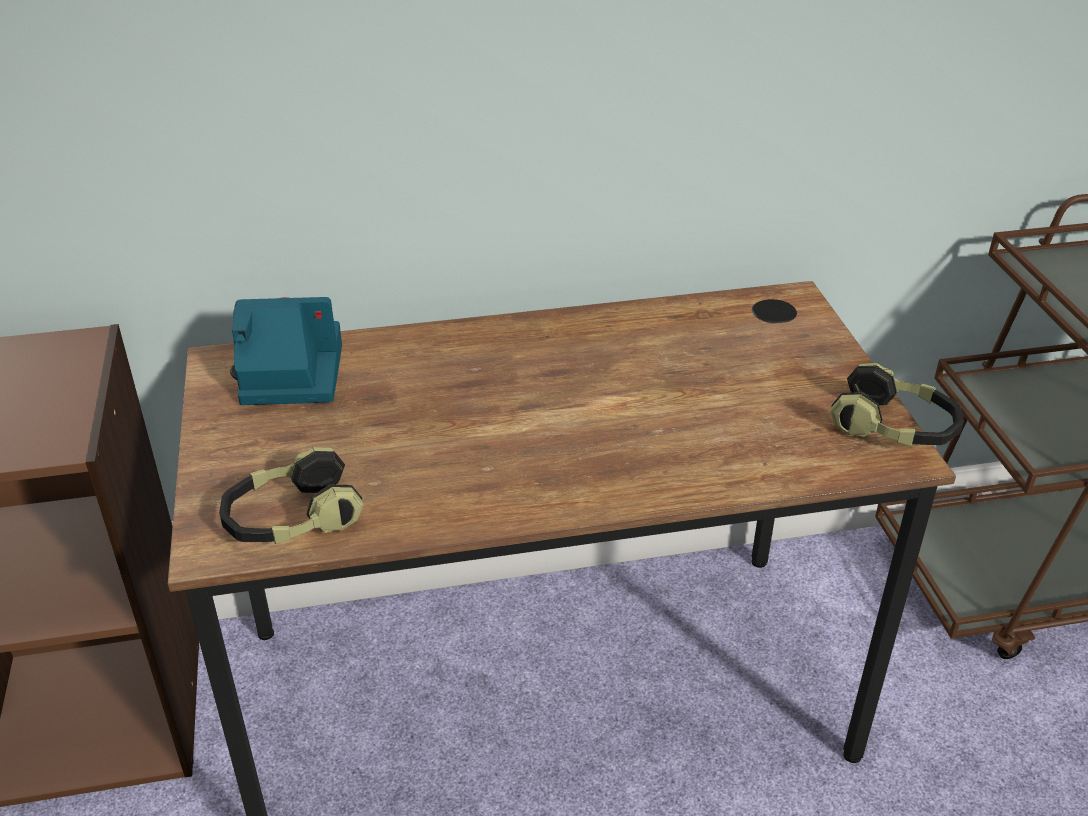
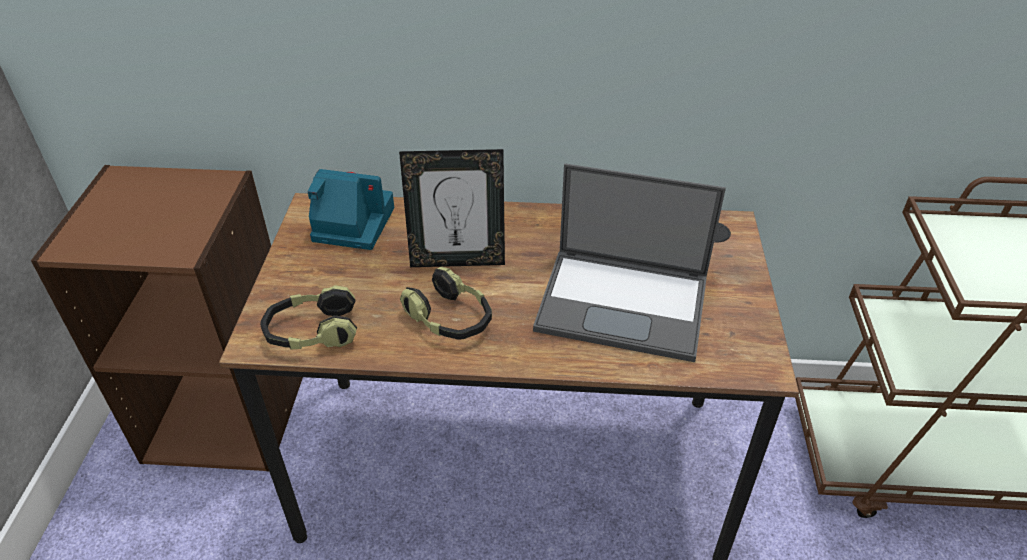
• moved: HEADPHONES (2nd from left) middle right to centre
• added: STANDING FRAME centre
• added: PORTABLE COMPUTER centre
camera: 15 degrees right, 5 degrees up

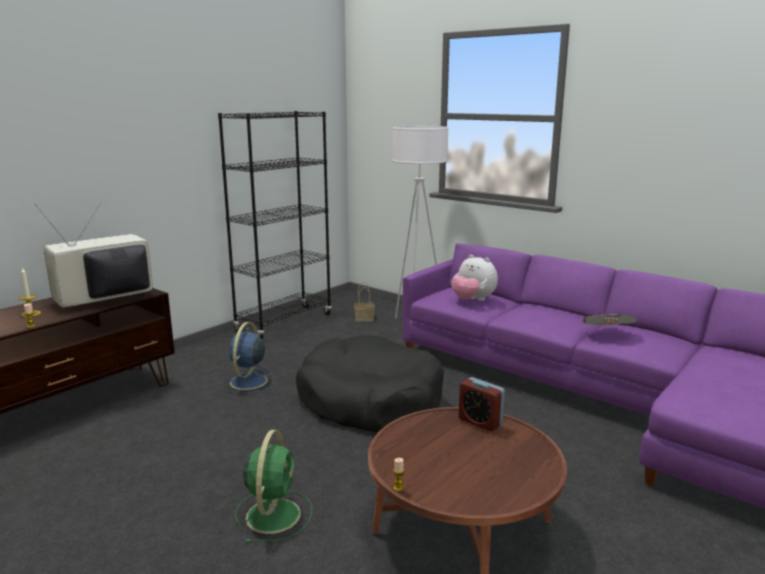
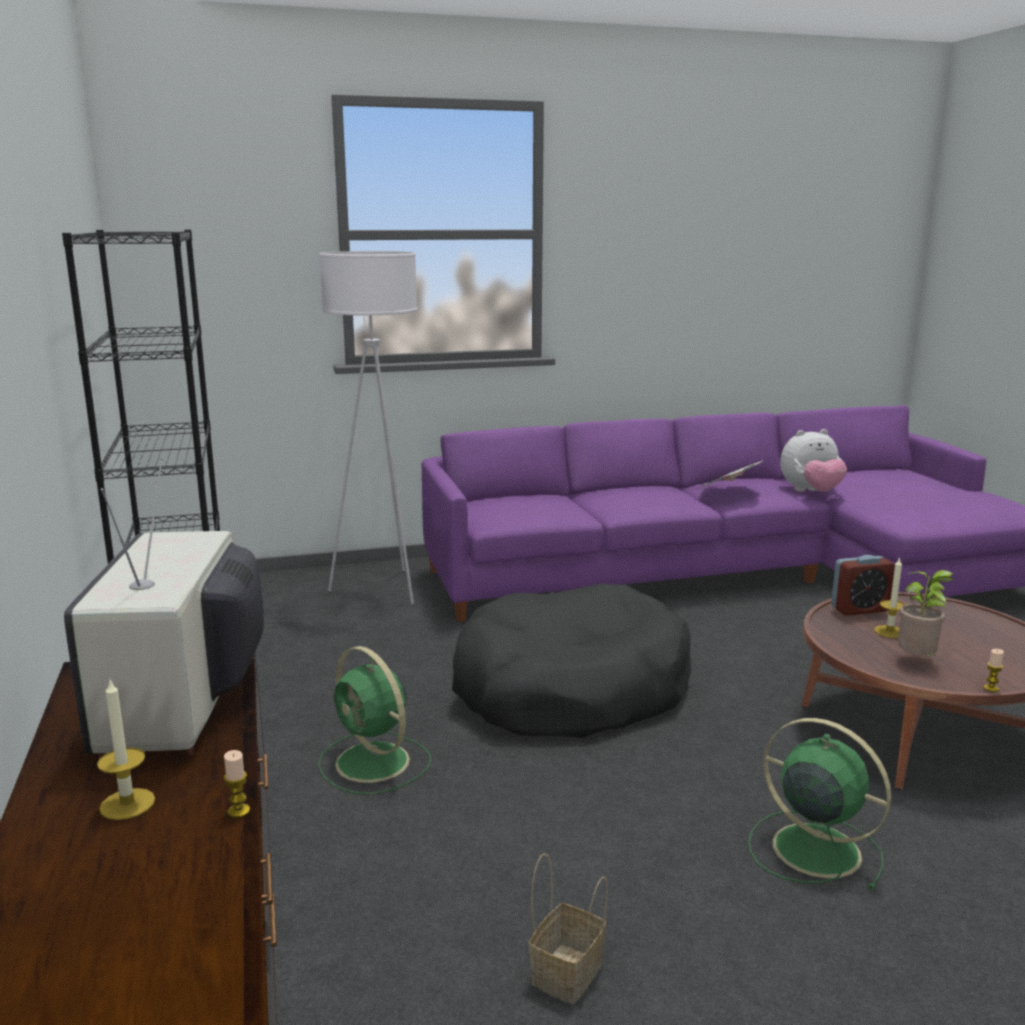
• moved: CUDDLY TOY centre to middle right
• moved: HOUSEHOLD BASKET centre to bottom centre
• recoloured: BLUE-COLOURED COOLING FAN middle left to GREENISH COOLING FAN (1st from left) bottom centre
• added: WAX LIGHT (3rd from left) middle right
• added: POTTED PLANT middle right
camera: 55 degrees left, 0 degrees up

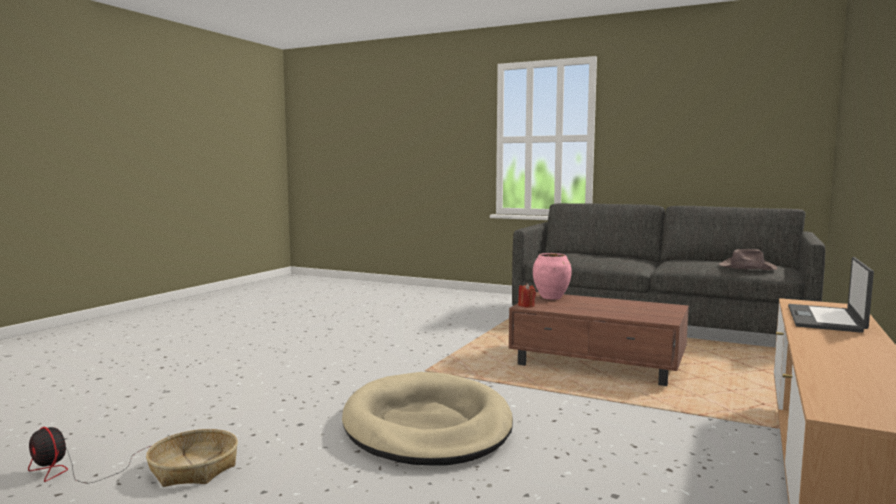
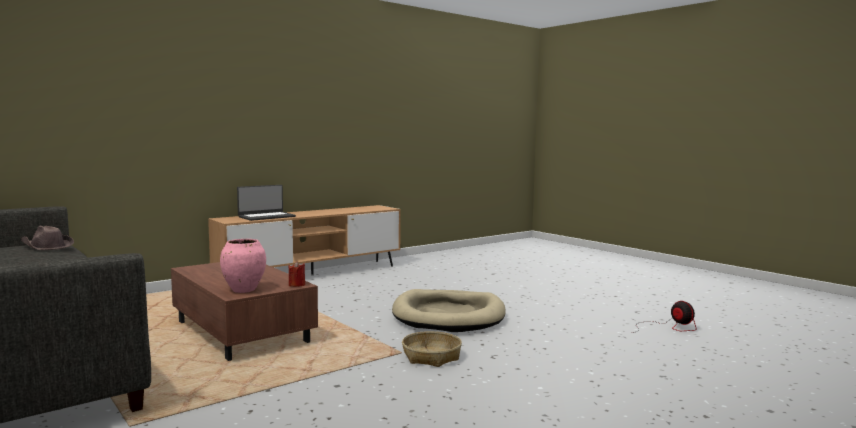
• moved: HOUSEHOLD BASKET bottom left to bottom centre
camera: 155 degrees left, 0 degrees up

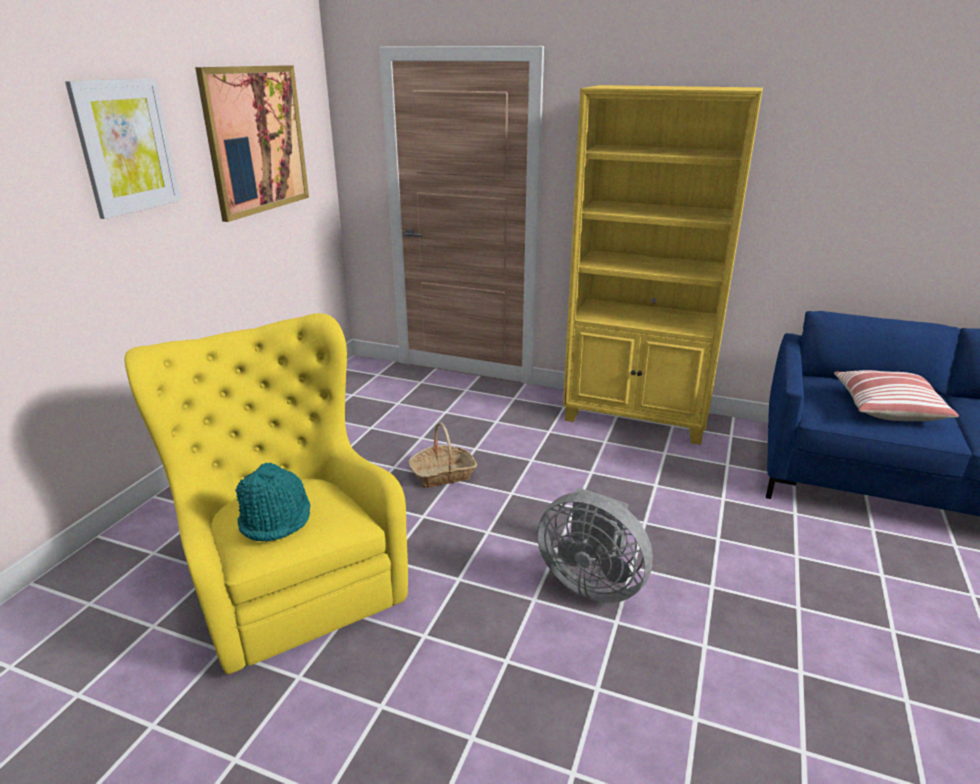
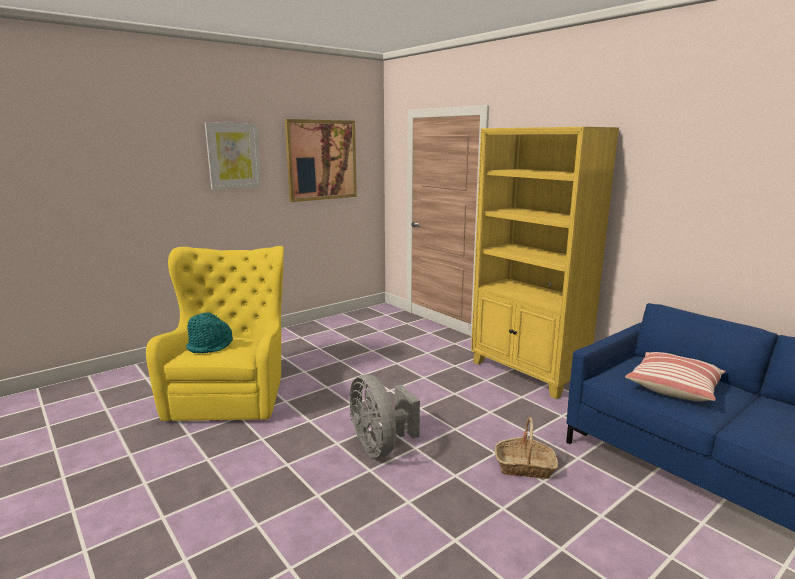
• moved: HOUSEHOLD BASKET centre to bottom centre
camera: 30 degrees right, 10 degrees down

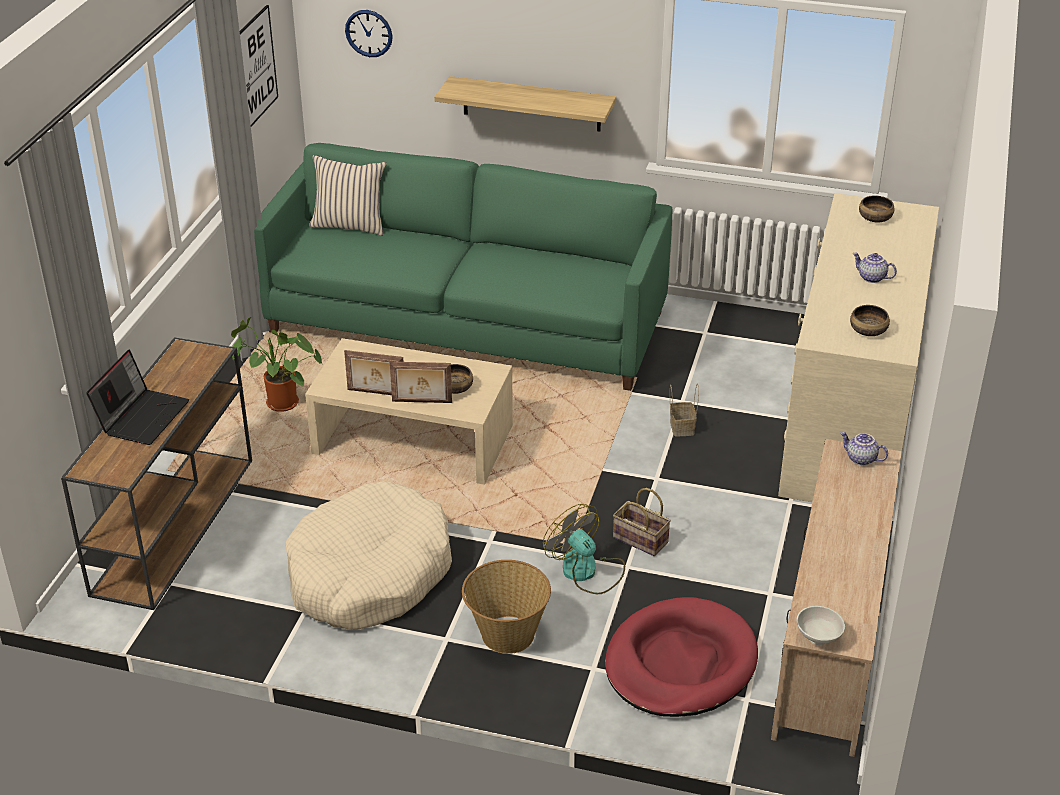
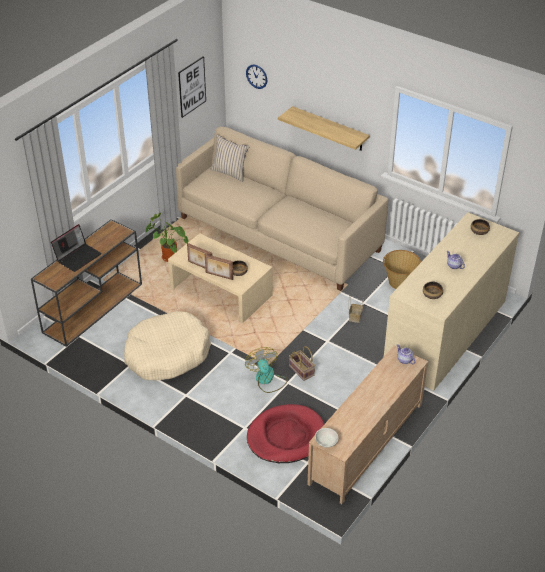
• recoloured: GREENISH SOFA centre to BEIGE SOFA centre
• moved: HOUSEHOLD BASKET (1st from left in the first image) bottom centre to HOUSEHOLD BASKET (3rd from left) middle right
camera: 20 degrees right, 5 degrees up

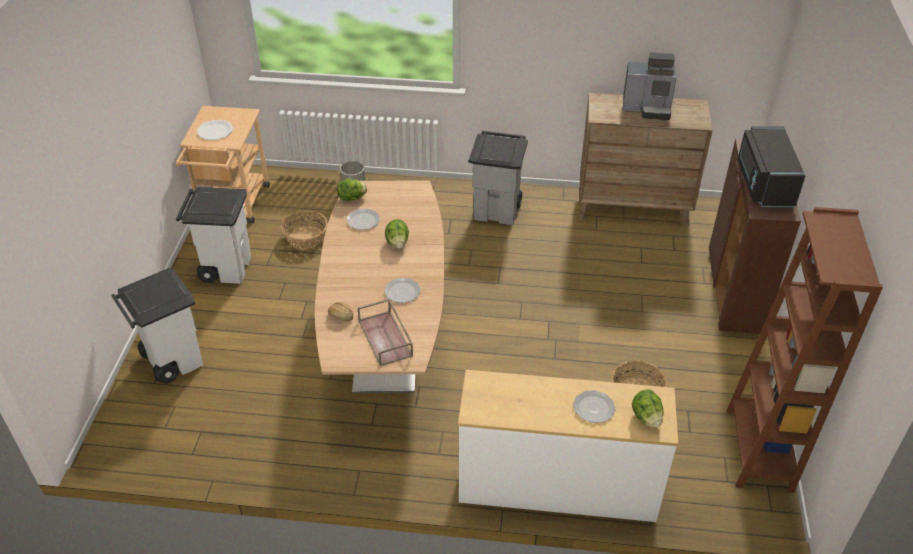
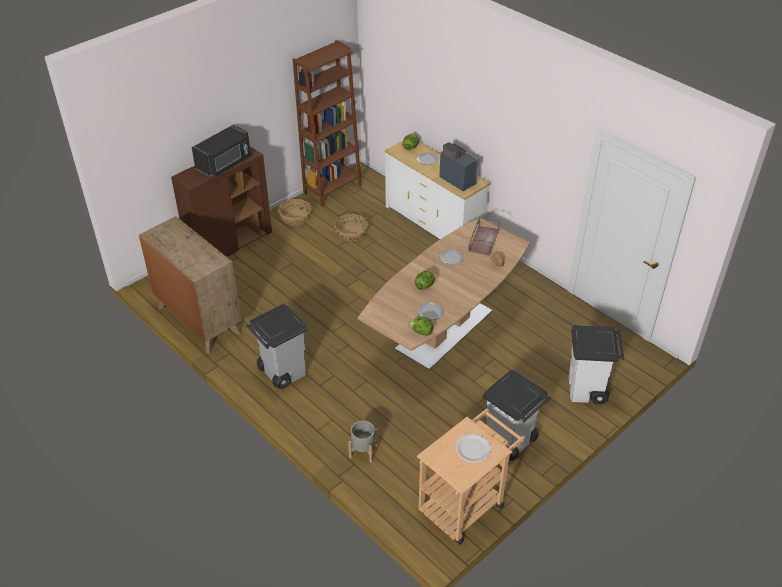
• moved: COFFEE MAKER top right to top centre
• moved: HOUSEHOLD BASKET (1st from left) middle left to centre
camera: 140 degrees left, 0 degrees up

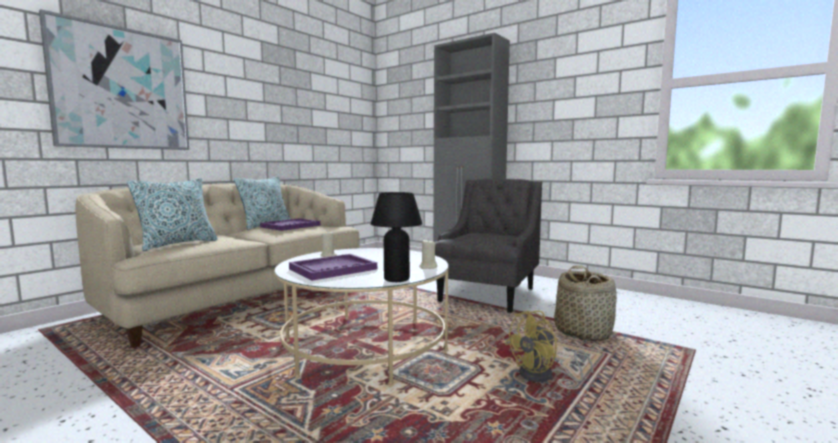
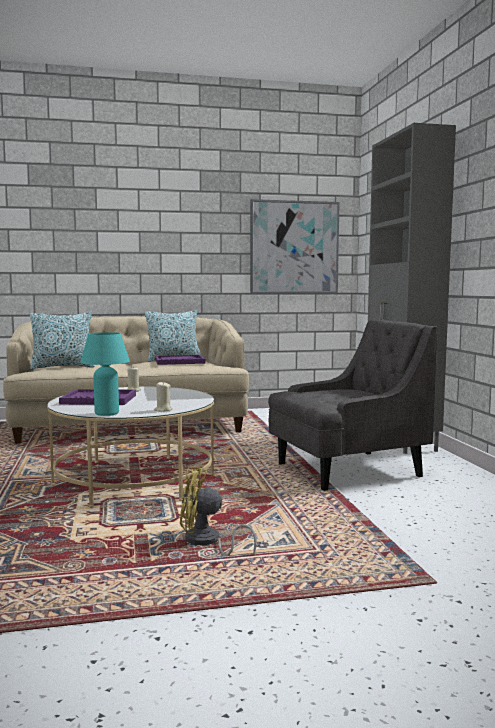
• moved: WALL ART top left to centre
• recoloured: BLACKISH TABLETOP LAMP centre to TURQUOISE TABLETOP LAMP middle left
• removed: HOUSEHOLD BASKET bottom right
camera: 40 degrees right, 0 degrees up

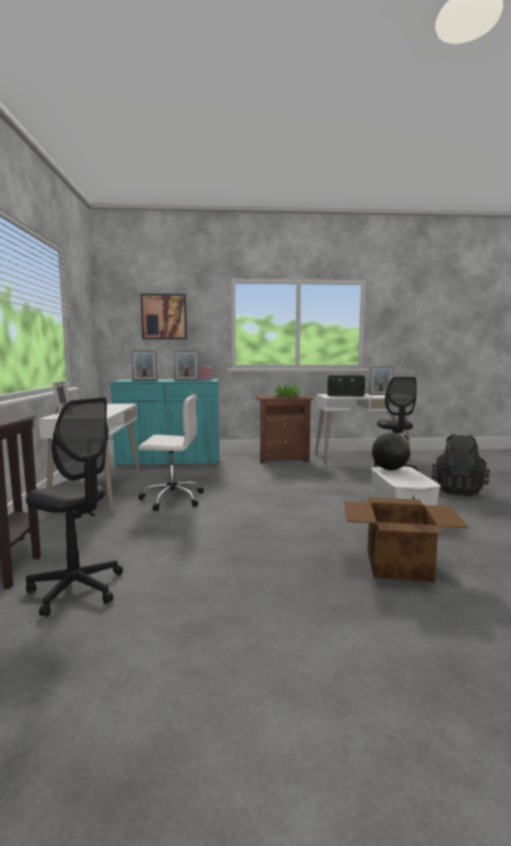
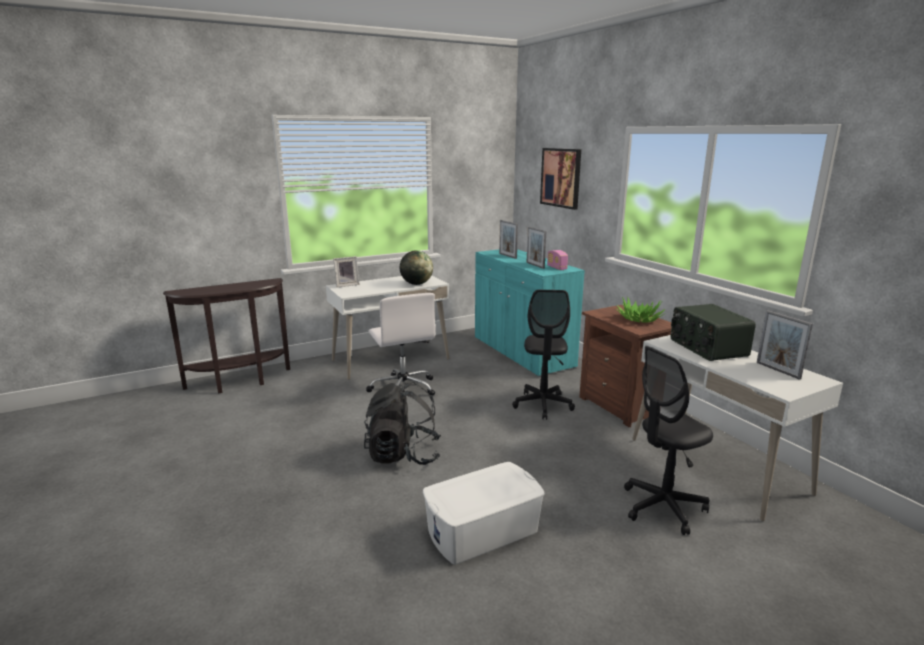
• moved: BLACKISH OFFICE CHAIR (1st from left) middle left to centre
• moved: DESK GLOBE middle right to centre
• moved: BLACKISH KNAPSACK middle right to centre
• removed: PACKING BOX middle right
camera: 65 degrees right, 10 degrees up

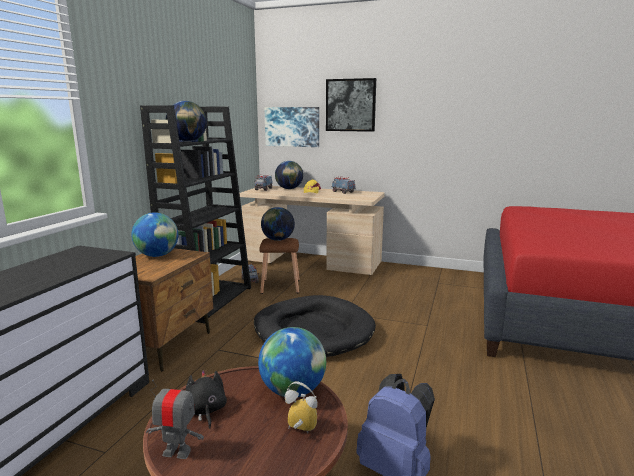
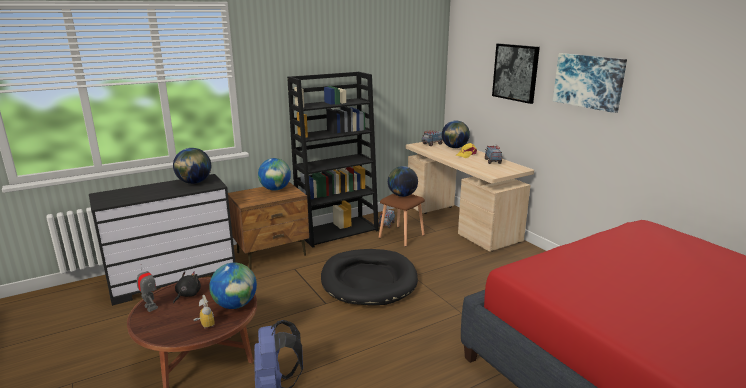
• moved: DESK GLOBE (2nd from left in the first image) top left to DESK GLOBE (1st from left) middle left
• moved: WALL ART (1st from left in the first image) top centre to WALL ART (2nd from left) top right
camera: 40 degrees right, 5 degrees up

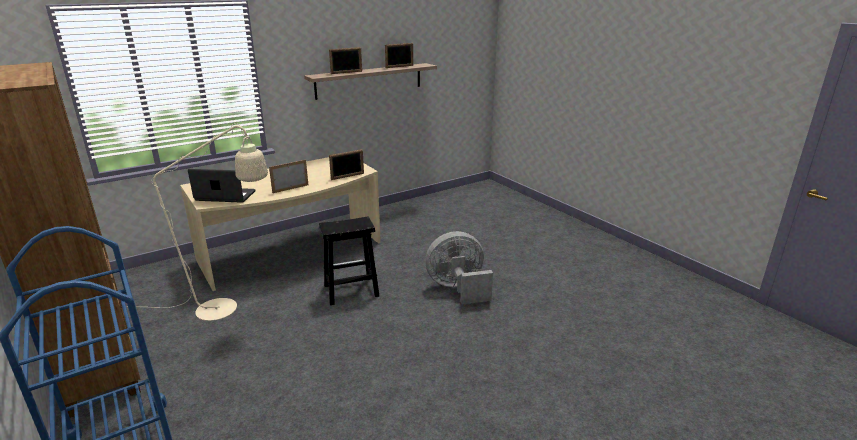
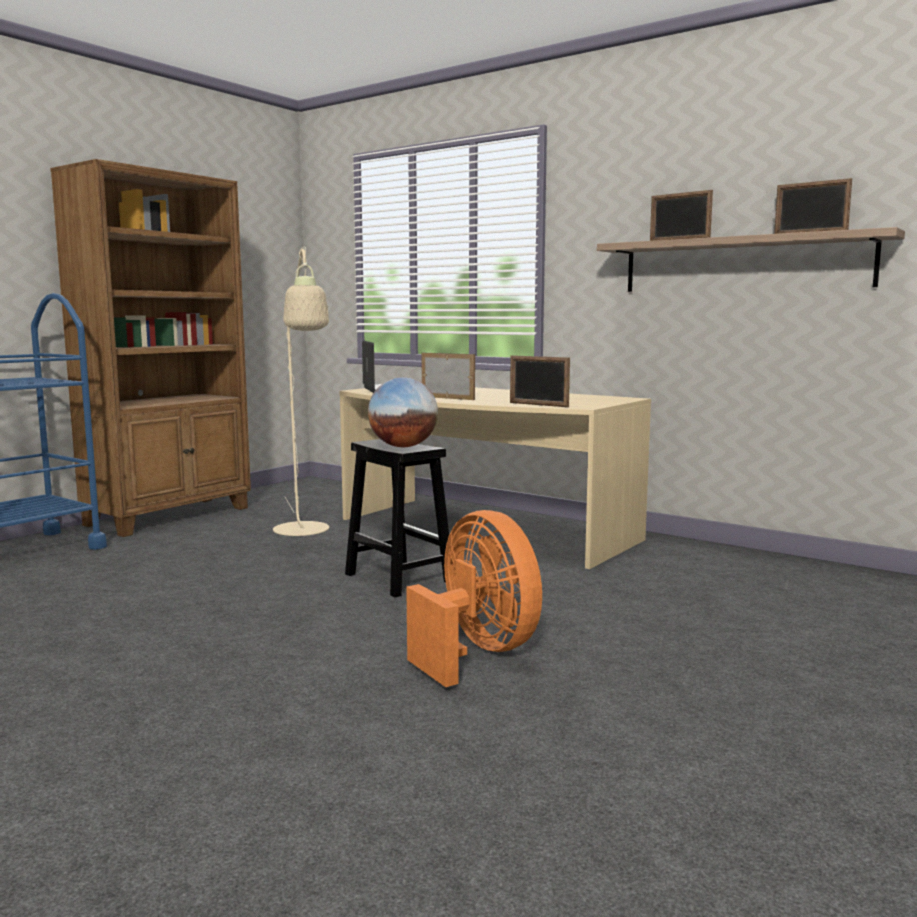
• recoloured: GREY COOLING FAN centre to ORANGEY COOLING FAN centre
• added: DESK GLOBE centre
camera: 70 degrees right, 15 degrees down

